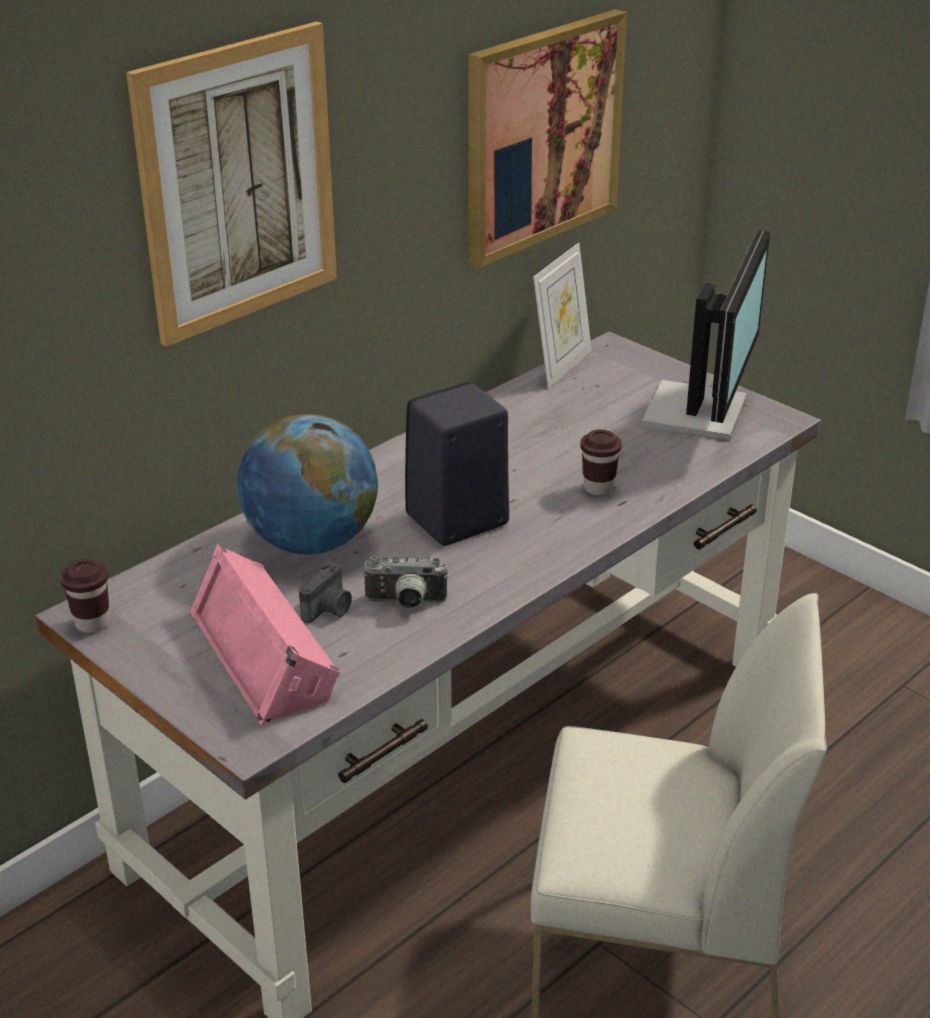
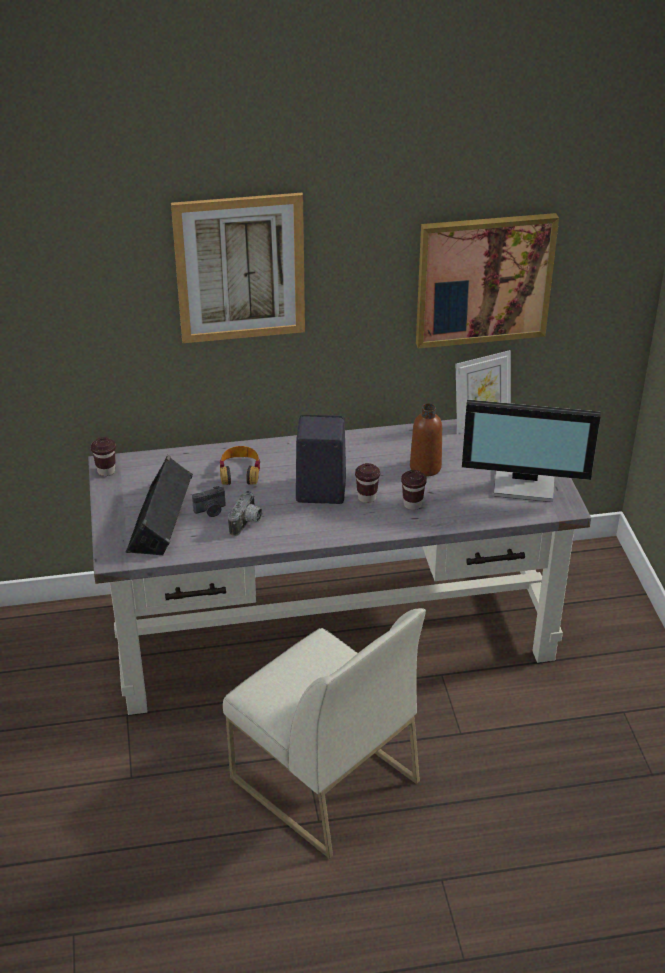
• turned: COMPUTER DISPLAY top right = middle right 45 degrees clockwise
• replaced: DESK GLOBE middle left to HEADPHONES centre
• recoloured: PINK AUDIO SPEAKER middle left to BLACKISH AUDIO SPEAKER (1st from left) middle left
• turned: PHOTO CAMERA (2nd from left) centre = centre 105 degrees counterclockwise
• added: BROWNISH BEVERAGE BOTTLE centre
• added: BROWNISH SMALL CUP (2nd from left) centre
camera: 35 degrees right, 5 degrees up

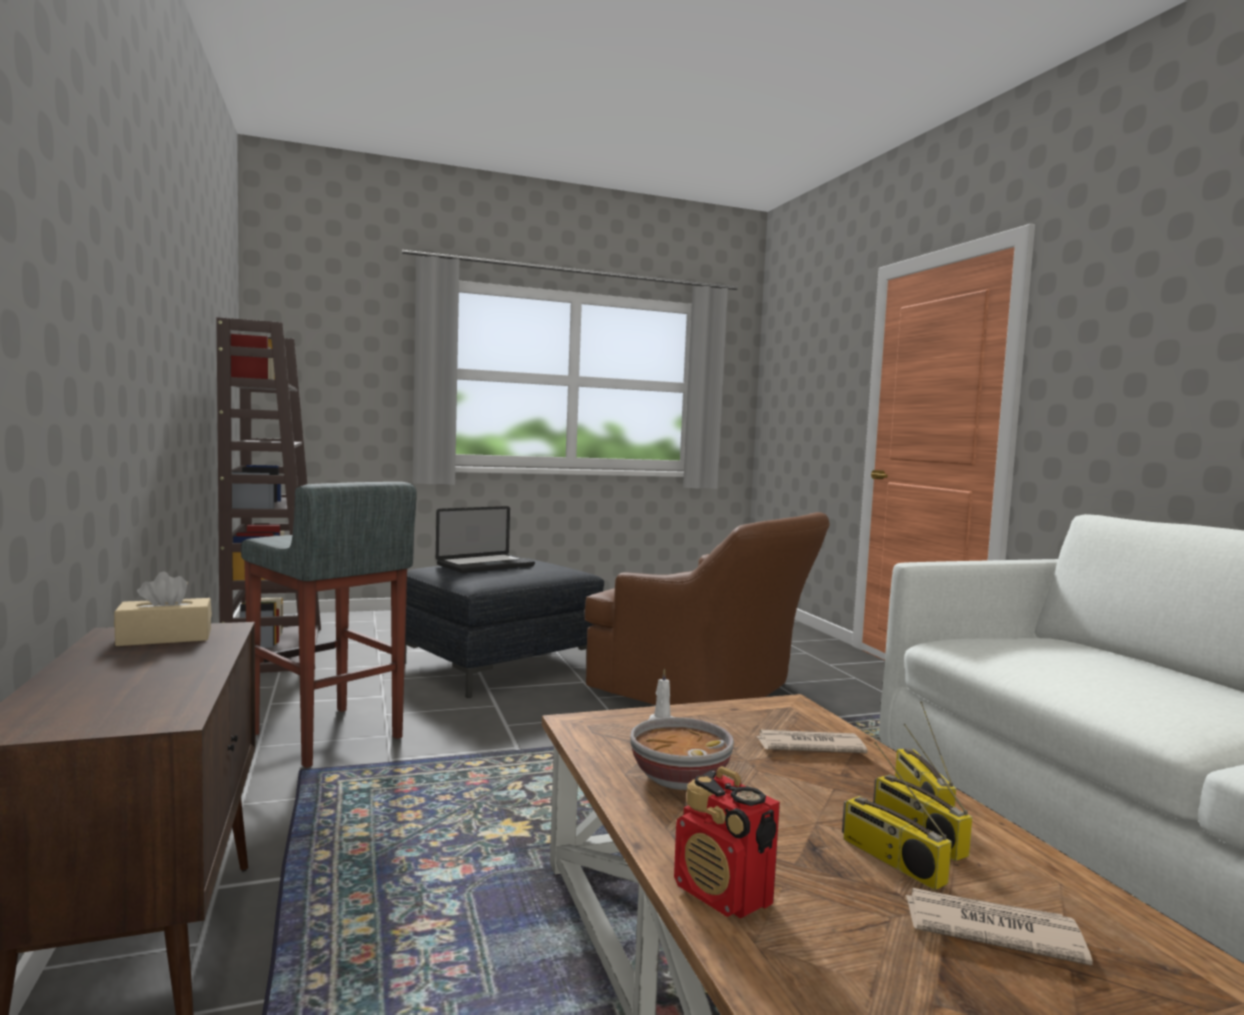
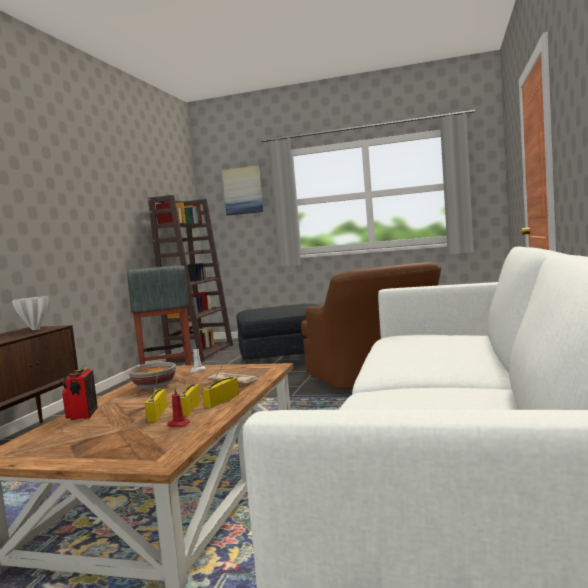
• removed: PORTABLE COMPUTER centre
• replaced: BEIGE TISSUE BOX middle left to WHITE VASE middle left
• removed: PRINTED PAPER (2nd from left) bottom right
• added: WALL ART top centre
• added: RED WAX LIGHT bottom left
camera: 35 degrees right, 0 degrees up

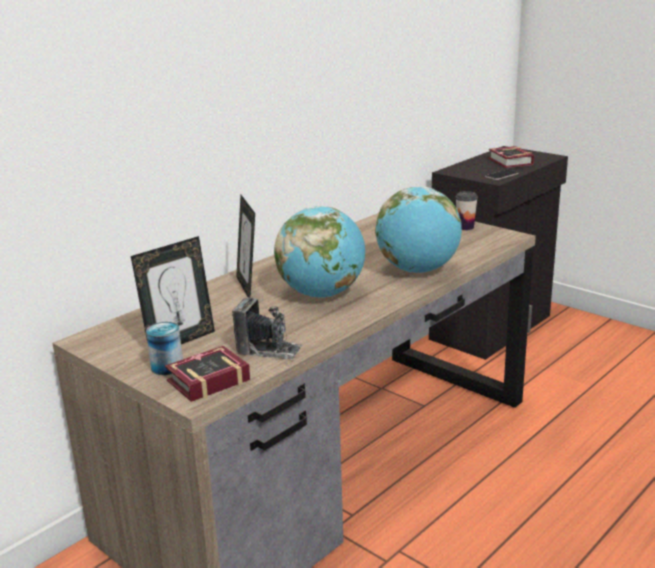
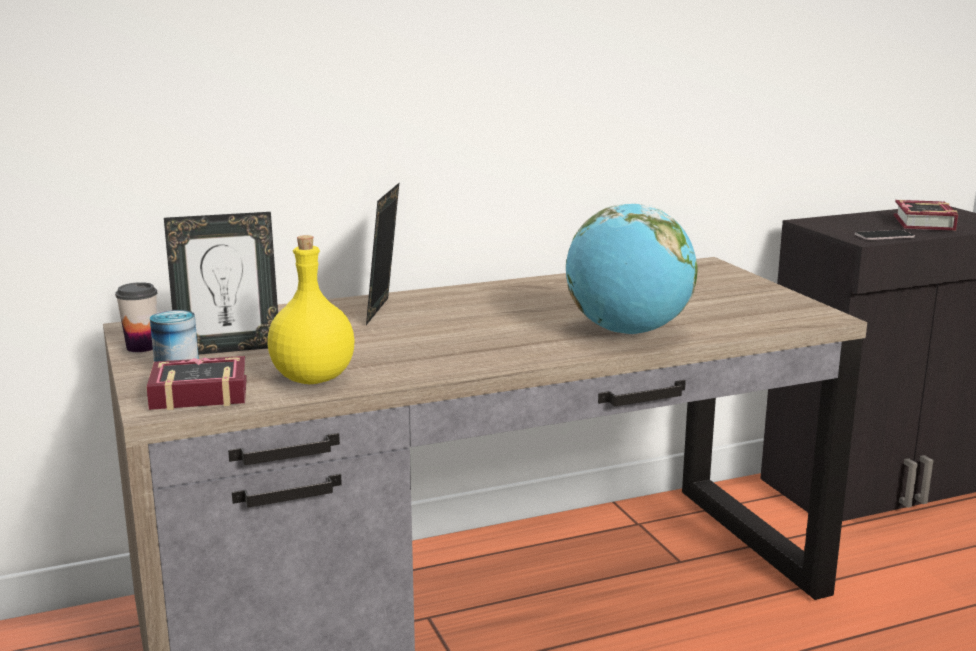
• moved: SMALL CUP middle right to middle left
• removed: DESK GLOBE (1st from left) centre
• replaced: PHOTO CAMERA centre to YELLOW-COLOURED BEVERAGE BOTTLE middle left
camera: 25 degrees right, 5 degrees down

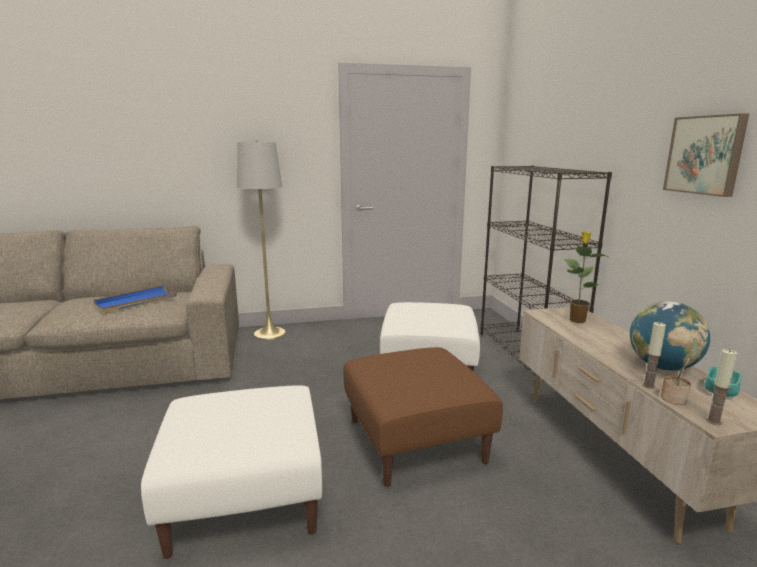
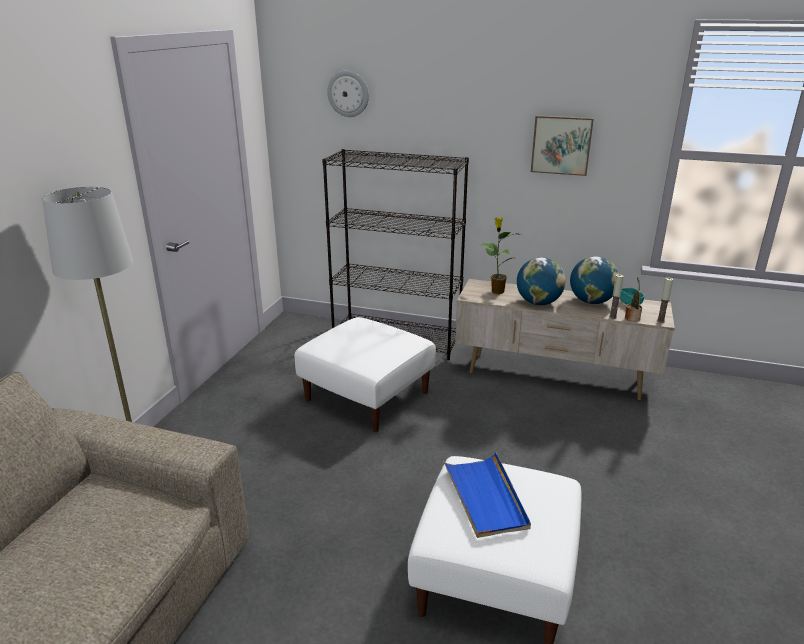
• moved: BLUE-COLOURED CARRYING TRAY middle left to bottom centre
• removed: BROWNISH OTTOMAN bottom centre
• added: CLOCK ON THE WALL top centre
• added: DESK GLOBE (1st from left) middle right
camera: 60 degrees left, 10 degrees up

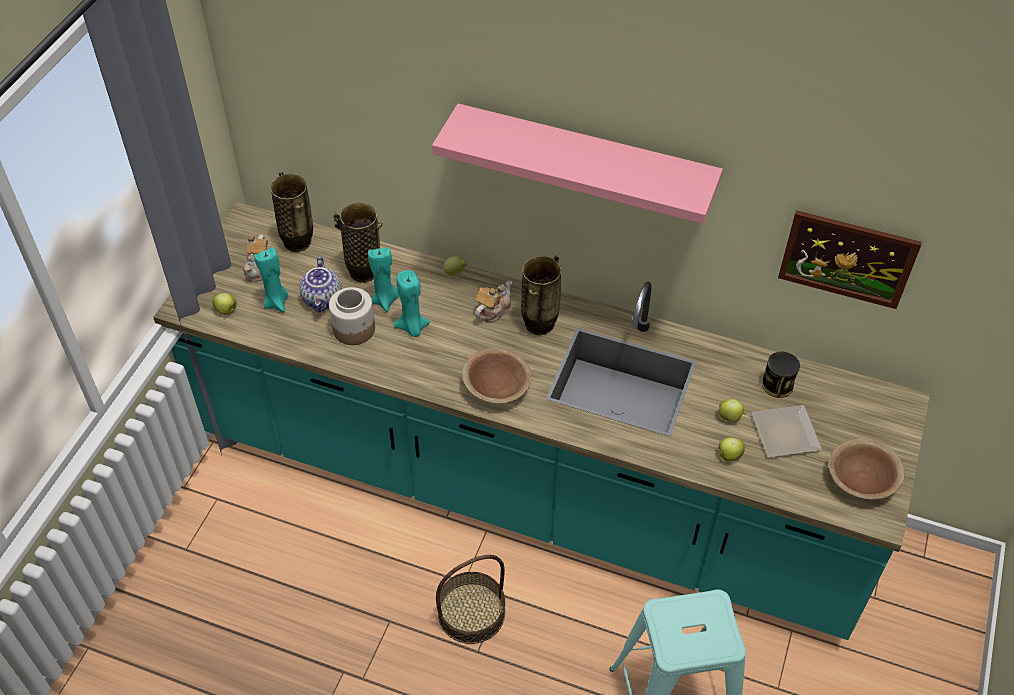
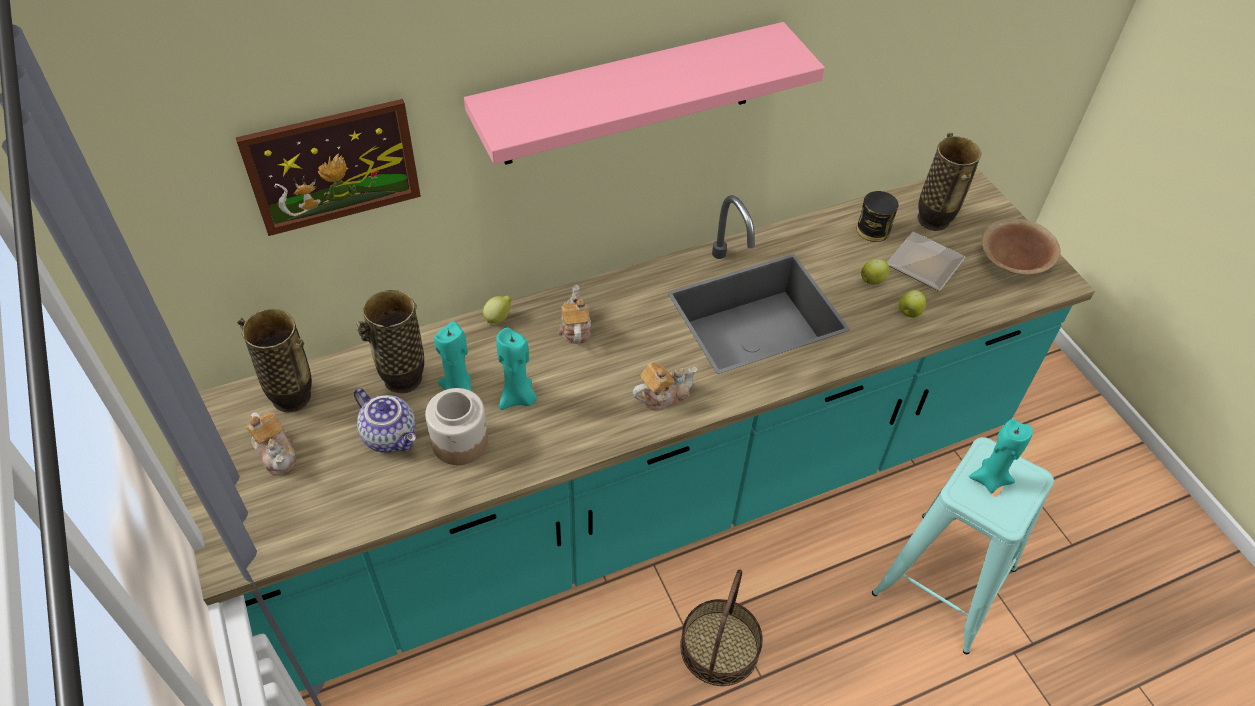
• moved: WALL ART middle right to top left
• moved: TURQUOISE WAX LIGHT (1st from left in the first image) middle left to TURQUOISE WAX LIGHT (3rd from left) middle right
• moved: VASE (3rd from left) centre to top right
• removed: APPLE (1st from left) middle left
• replaced: BROWNISH DEEP DISH (1st from left) centre to POT FOR TEA (4th from left) centre
camera: 45 degrees left, 0 degrees up

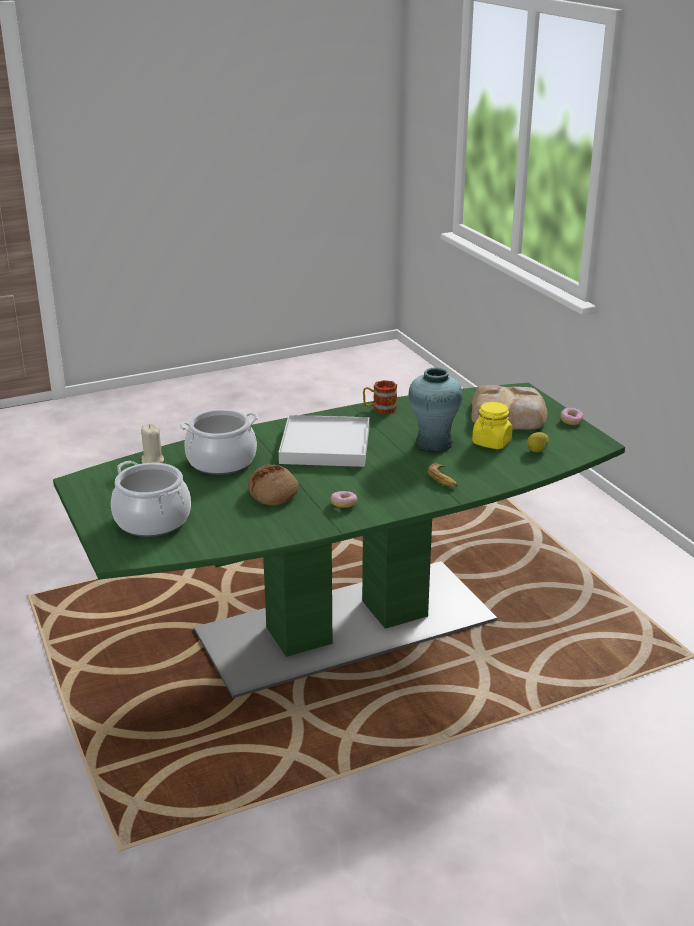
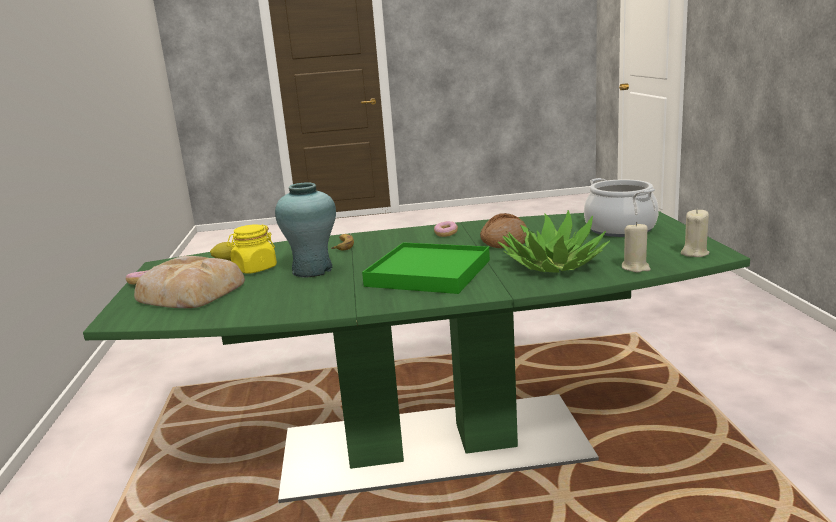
• removed: MUG centre
• replaced: SAUCEPOT (2nd from left) middle left to POTTED PLANT centre
• recoloured: WHITE CARRYING TRAY centre to GREENISH CARRYING TRAY centre
• added: BEIGE WAX LIGHT (2nd from left) middle right
camera: 160 degrees left, 10 degrees down

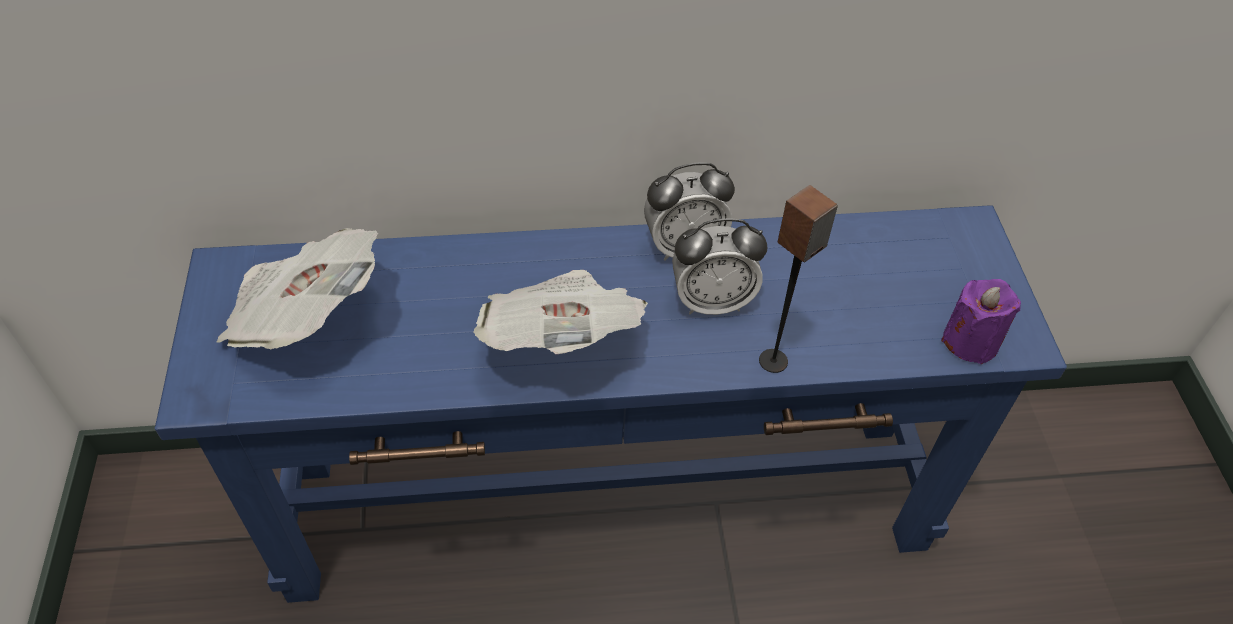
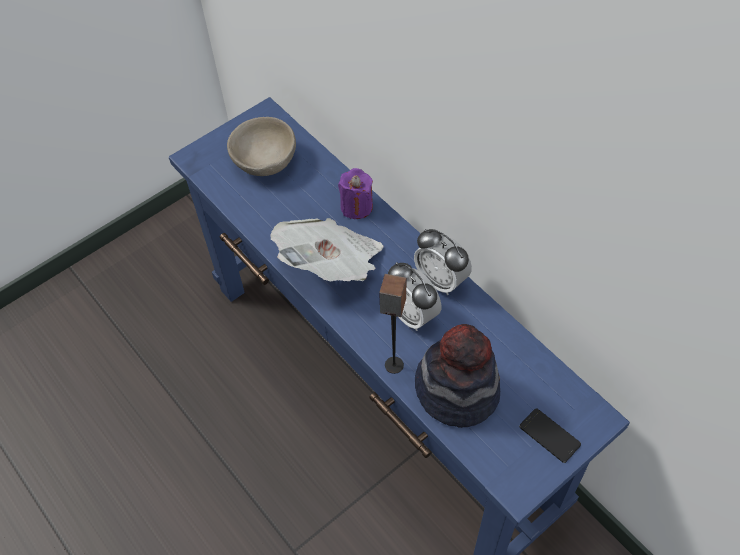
• replaced: PRINTED PAPER (1st from left) middle left to BEIGE DEEP DISH top centre
• moved: PURPLE WAX LIGHT middle right to centre
• added: WEARABLE HAT bottom centre
• added: HANDSET bottom right
camera: 60 degrees right, 5 degrees up

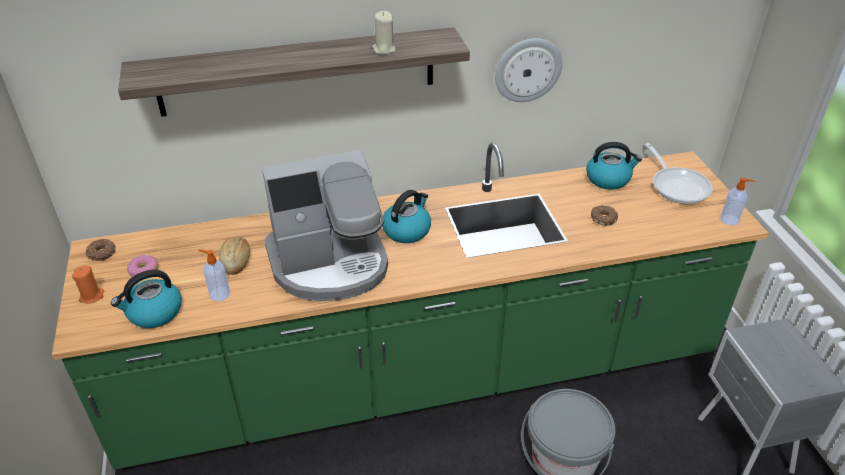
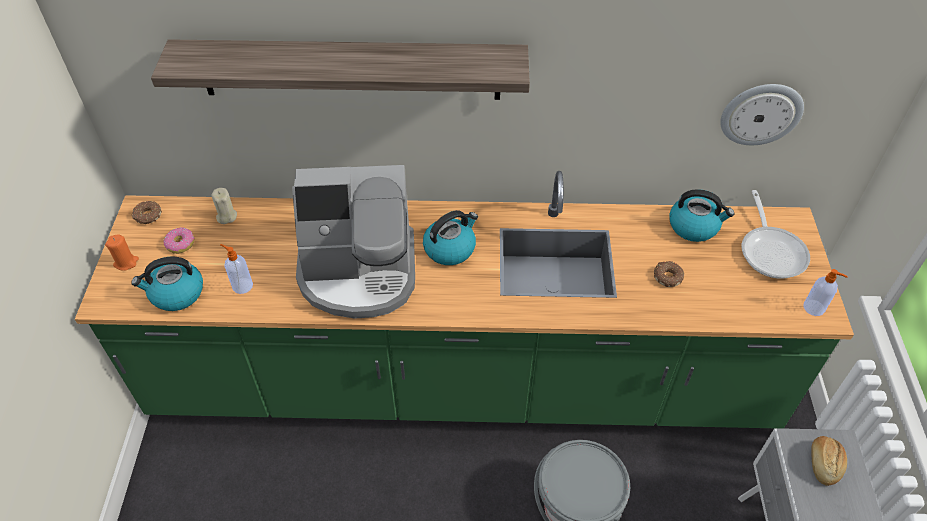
• moved: BEIGE WAX LIGHT top centre to middle left
• moved: CLOCK ON THE WALL top centre to top right
• moved: BREAD middle left to bottom right
camera: 15 degrees right, 10 degrees up

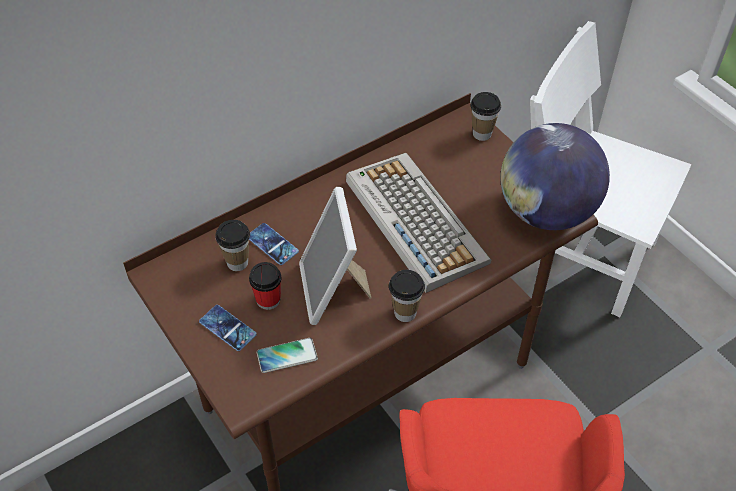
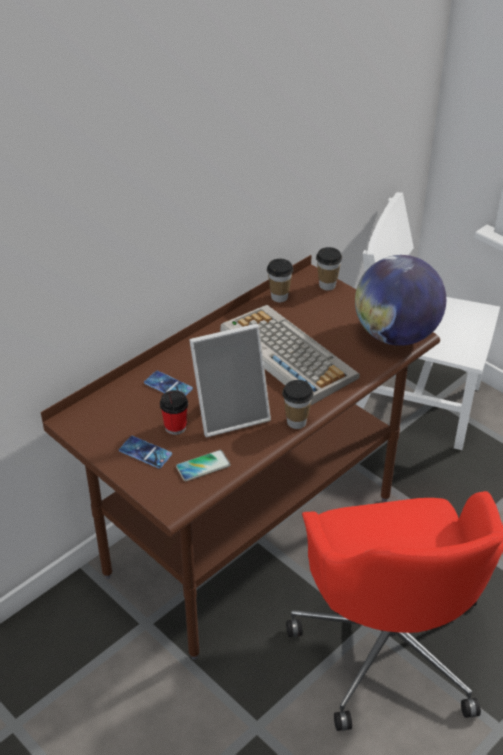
• turned: STANDING FRAME centre = centre 90 degrees counterclockwise
• moved: SMALL CUP (1st from left in the first image) middle left to SMALL CUP (2nd from left) centre
camera: 10 degrees left, 10 degrees down

